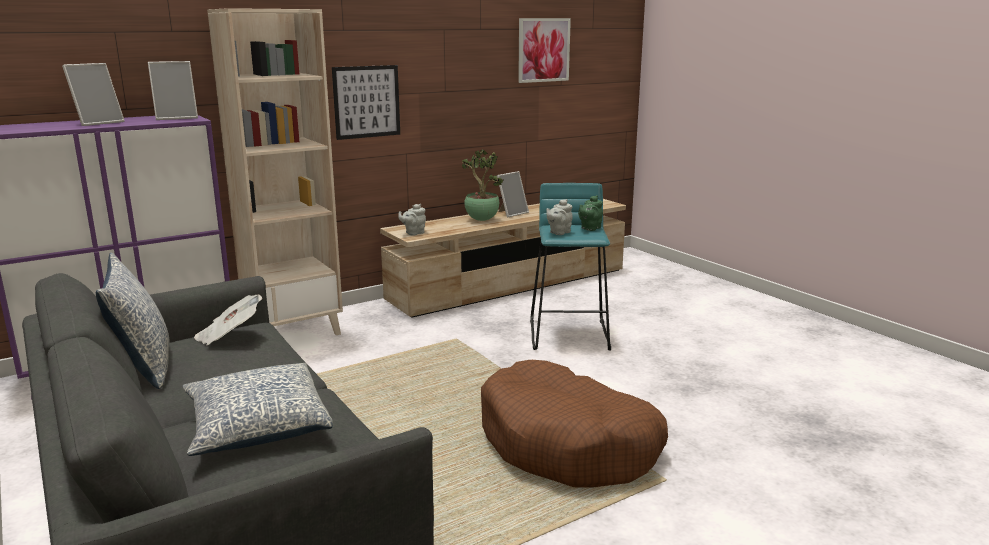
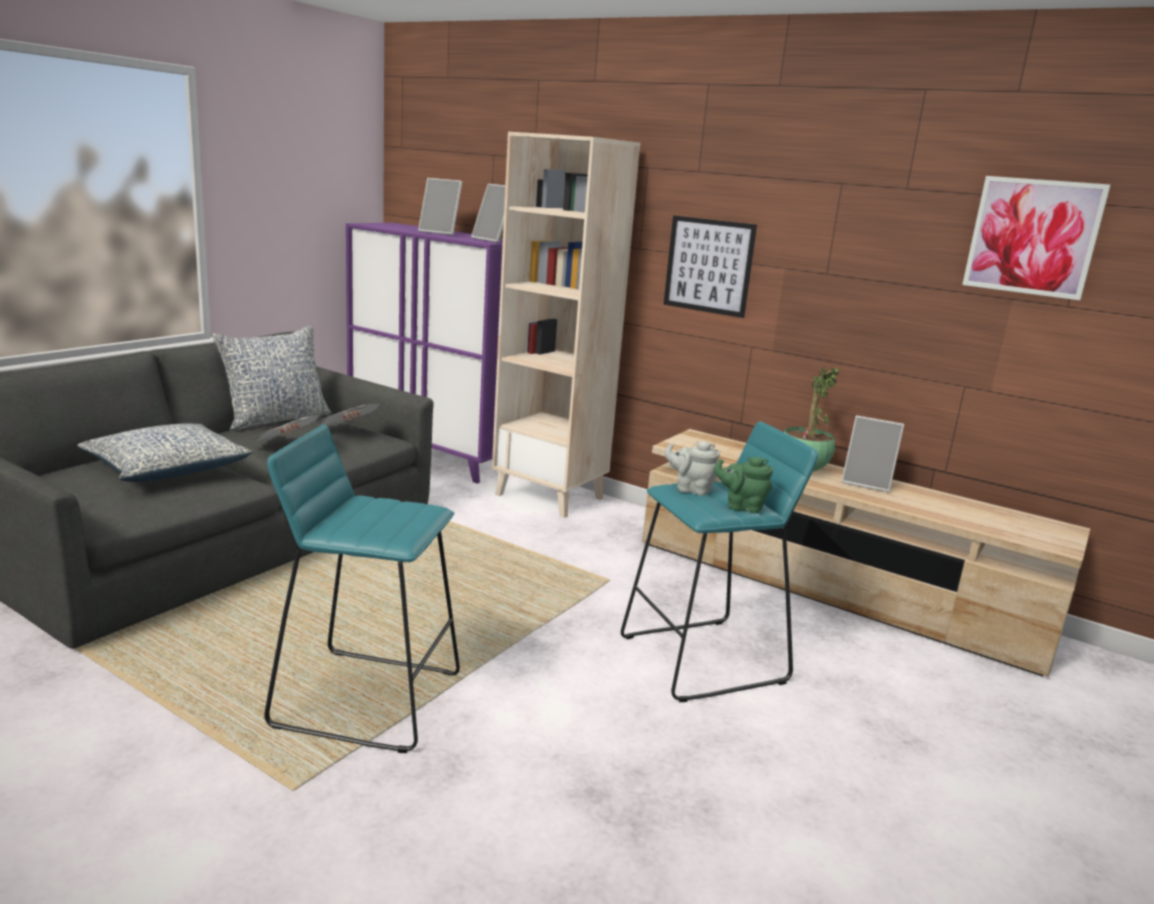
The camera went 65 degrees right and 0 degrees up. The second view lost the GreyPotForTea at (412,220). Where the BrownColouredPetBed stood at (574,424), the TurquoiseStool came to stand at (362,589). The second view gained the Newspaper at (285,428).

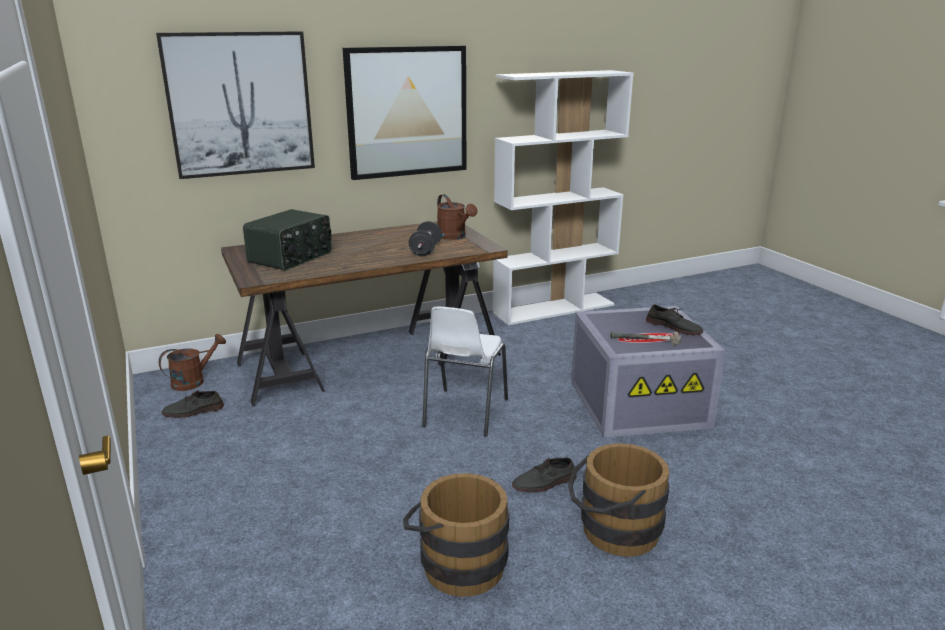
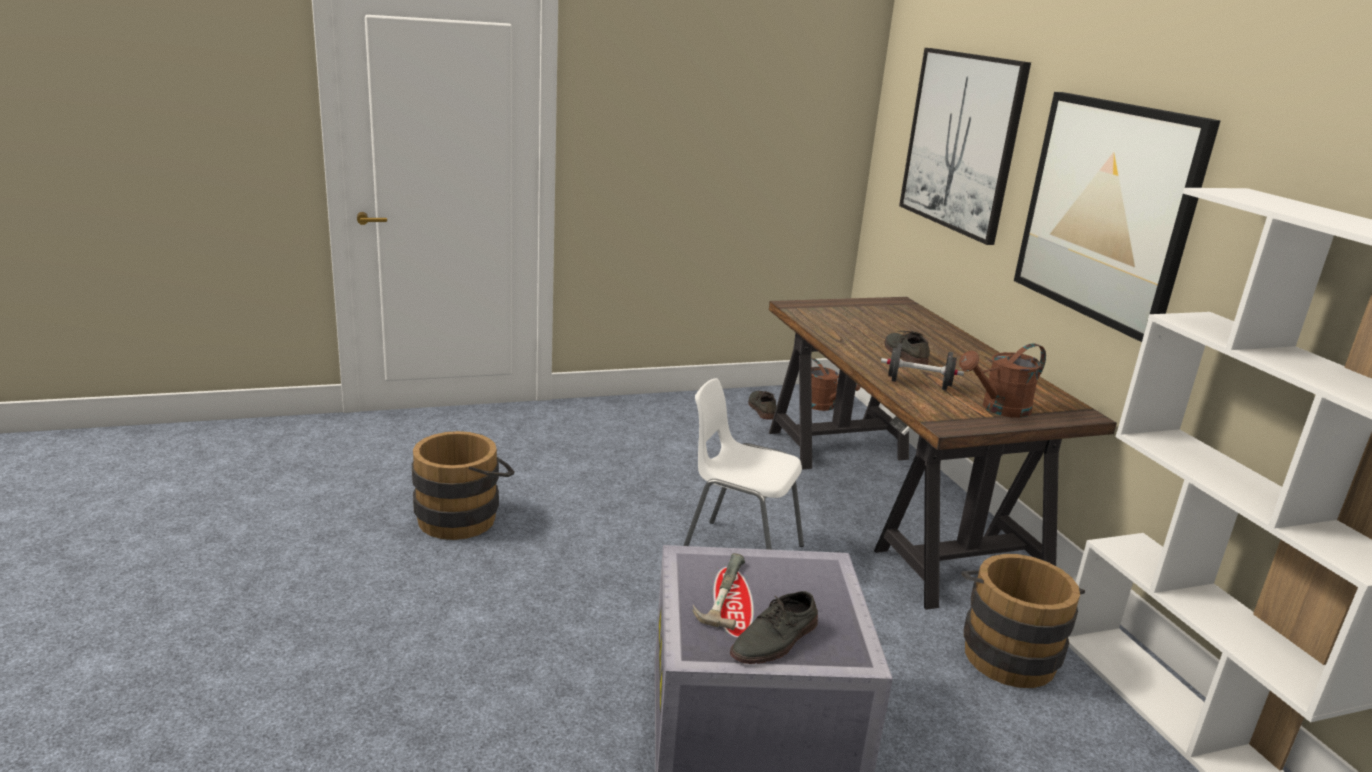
The camera went 95 degrees right and 0 degrees up. The second view lost the RadioReceiver at (287,240). The BrownColouredPail ended up elsewhere, having gone from (618,500) to (1023,621). The GreyItemOfFootwear ended up elsewhere, having gone from (544,475) to (907,348).

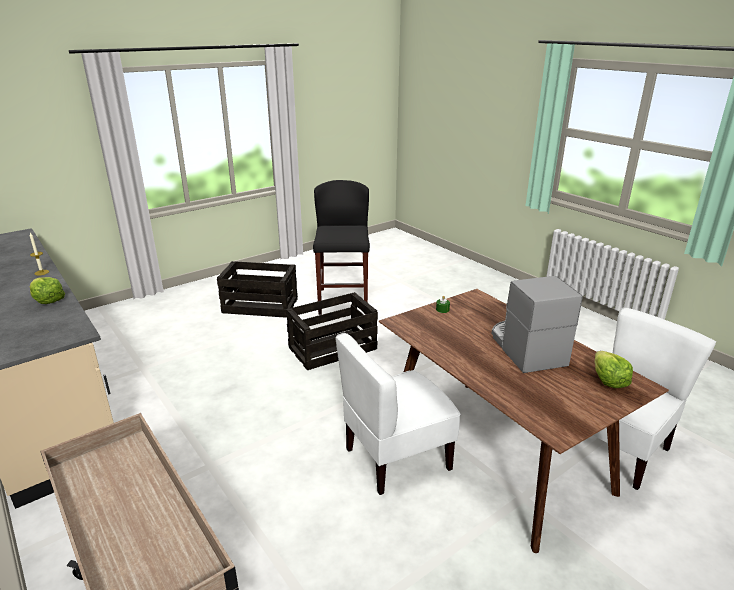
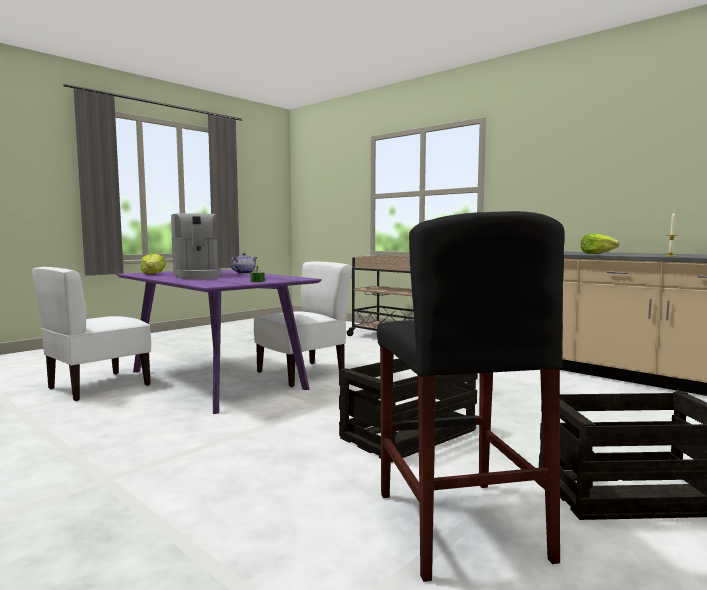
The camera went 170 degrees right and 20 degrees down. What was the BrownColouredKitchenTable at (524,421) turned into the PurplishKitchenTable at (219,341). The second view gained the PotForTea at (244,263).

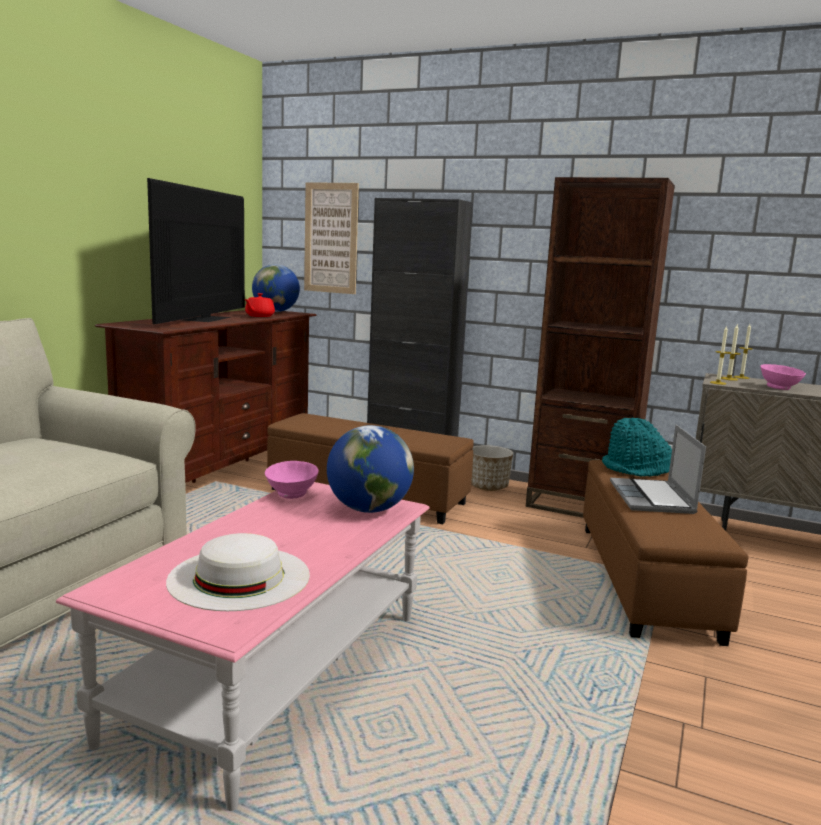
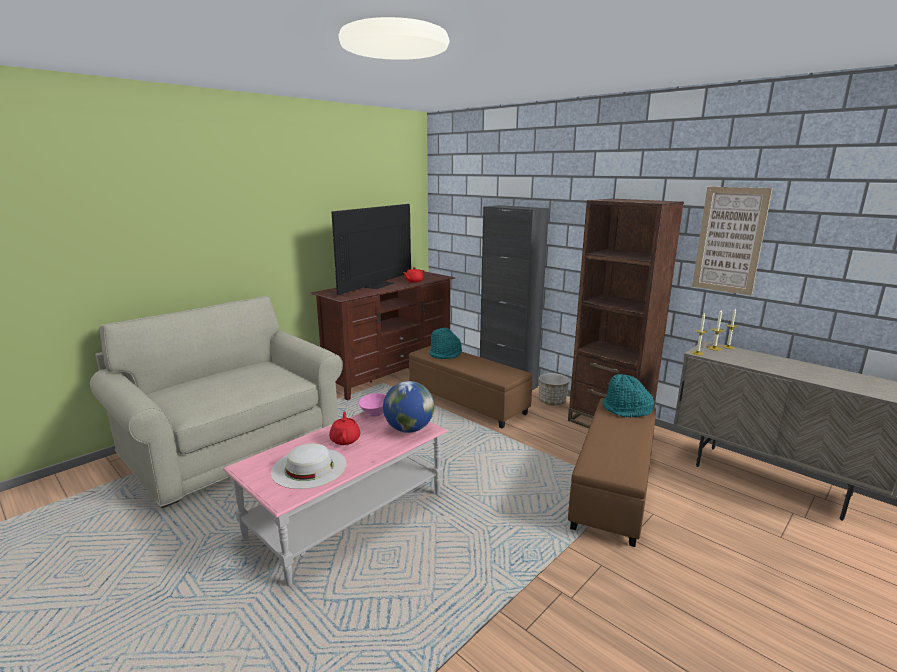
The camera went 20 degrees right and 5 degrees up. The Picture ended up elsewhere, having gone from (331,238) to (732,241). The second view lost the DeskGlobe at (276,288). The second view lost the PinkColouredServingBowl at (783,377). The second view lost the Laptop at (658,469). The second view gained the TurquoiseClothingHat at (445,343). The second view gained the ReddishPotForTea at (344,428).

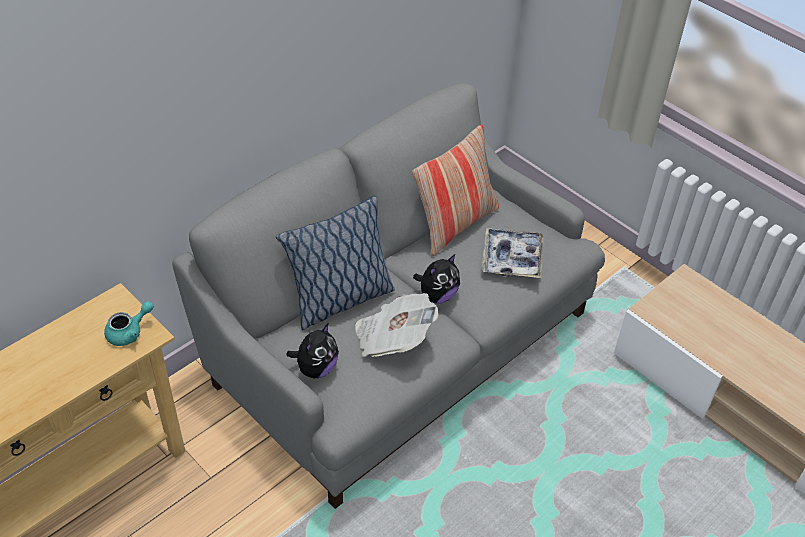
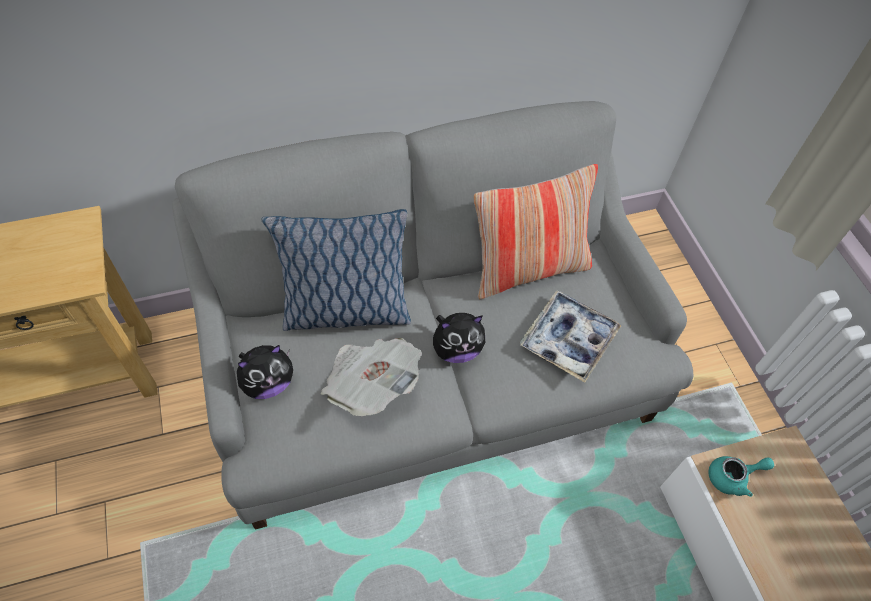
The camera went 25 degrees right and 10 degrees up. The TurquoisePotForTea ended up elsewhere, having gone from (129,323) to (741,476).

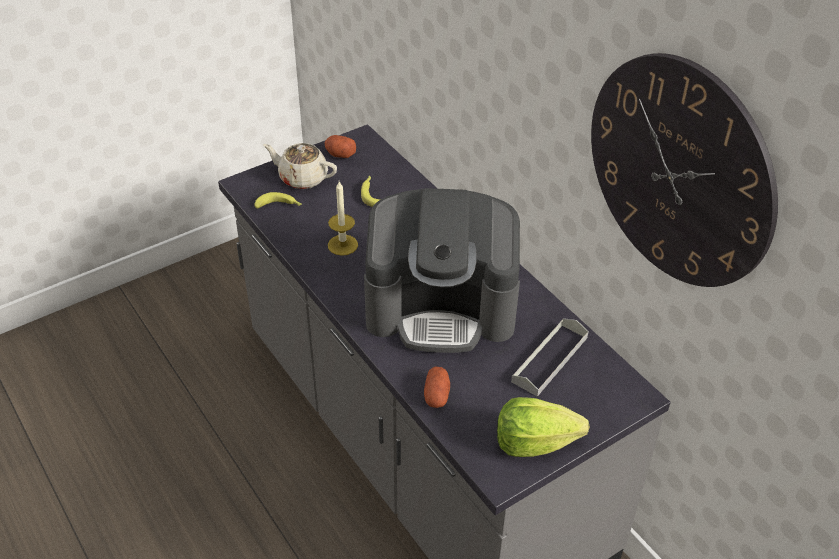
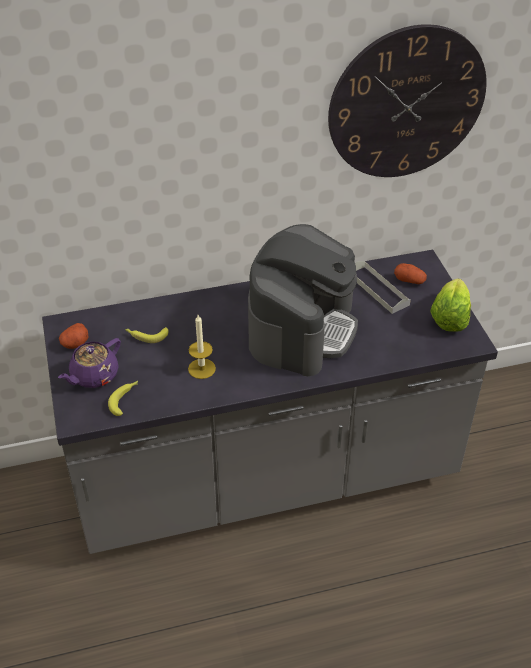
The camera went 70 degrees left and 0 degrees up. What was the SandColouredPotForTea at (300,166) turned into the PurplishPotForTea at (89,363). The Potato ended up elsewhere, having gone from (437,387) to (410,273).

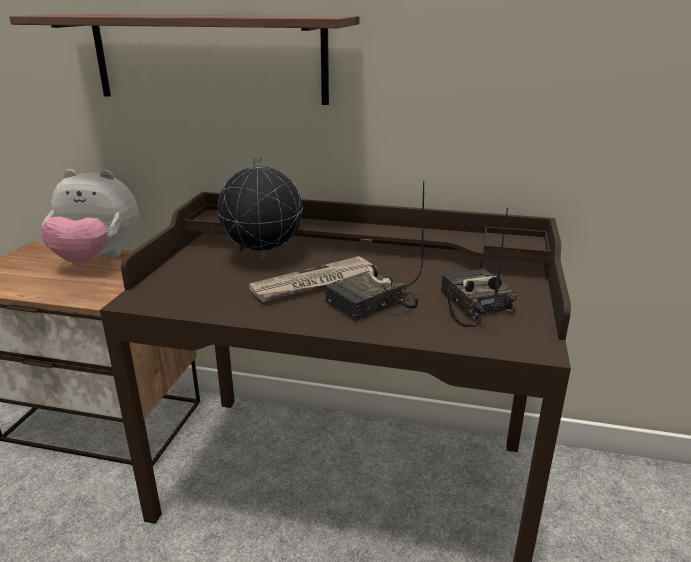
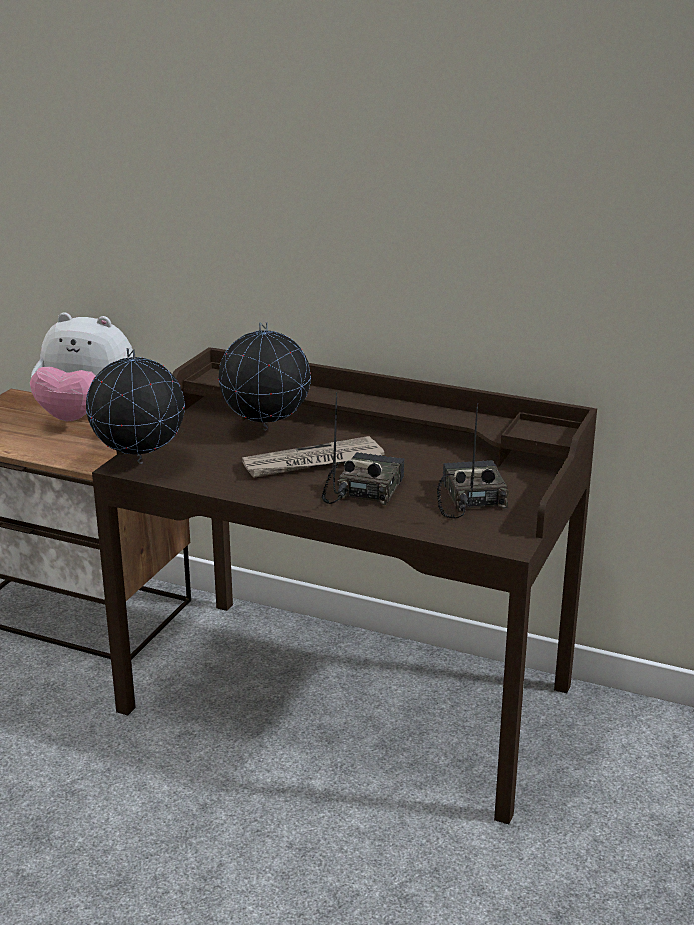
The camera went 10 degrees right and 0 degrees up. The second view lost the Shelf at (184,59). The RadioReceiver at (374,251) ended up facing another way, 135 degrees clockwise from before. The second view gained the DeskGlobe at (135,406).

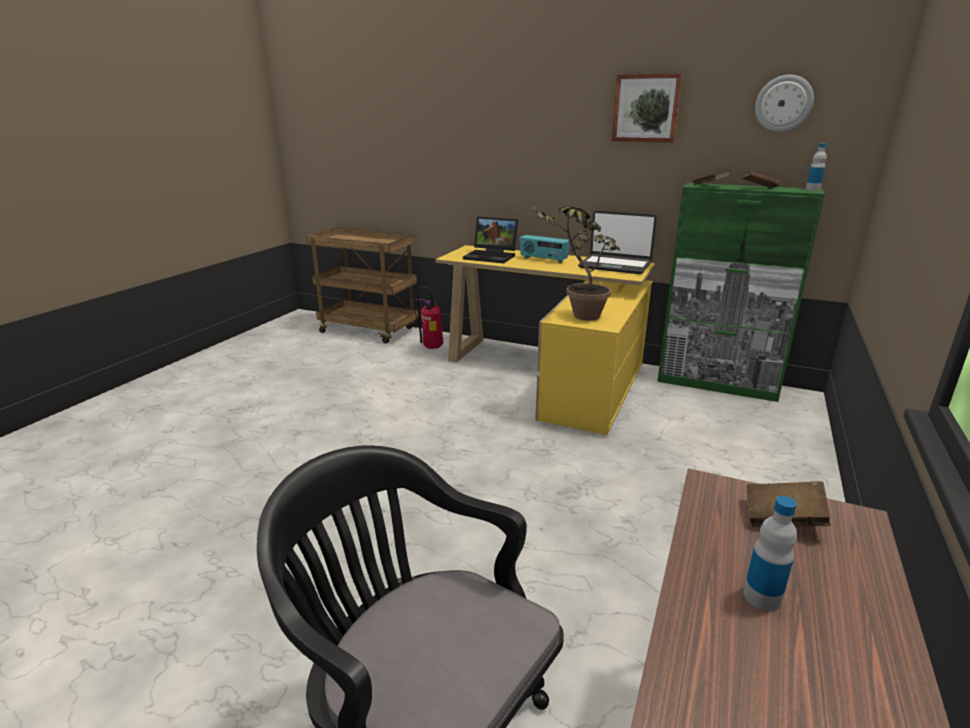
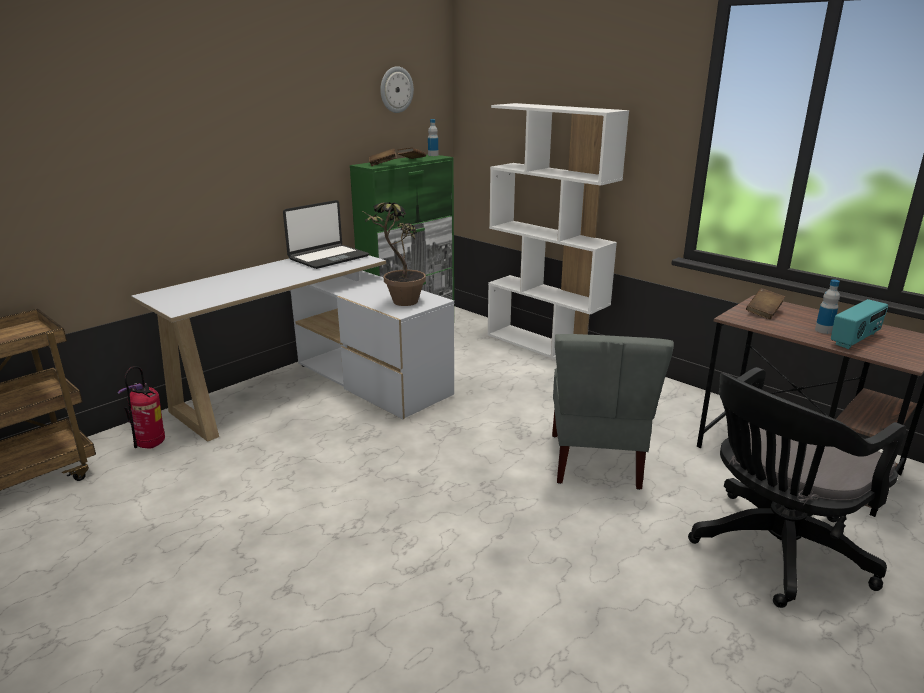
The camera went 70 degrees left and 0 degrees up. The second view lost the Picture at (647,107). The second view lost the Laptop at (490,240). The RadioReceiver ended up elsewhere, having gone from (544,249) to (859,324). What was the YellowishDesk at (545,340) turned into the WhiteDesk at (292,348). The second view gained the WhiteShelvingUnit at (558,231). The second view gained the GreyChair at (613,412).

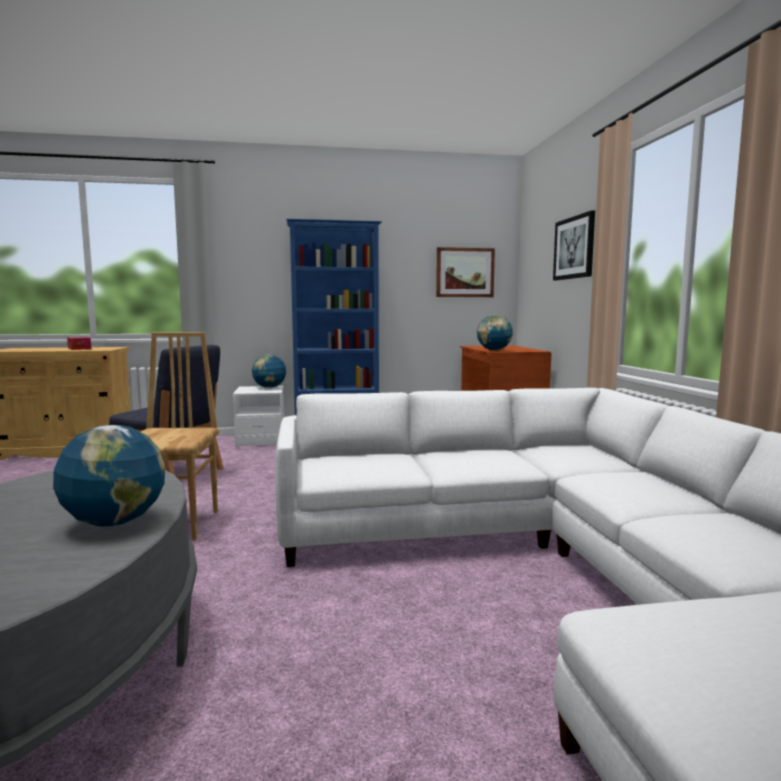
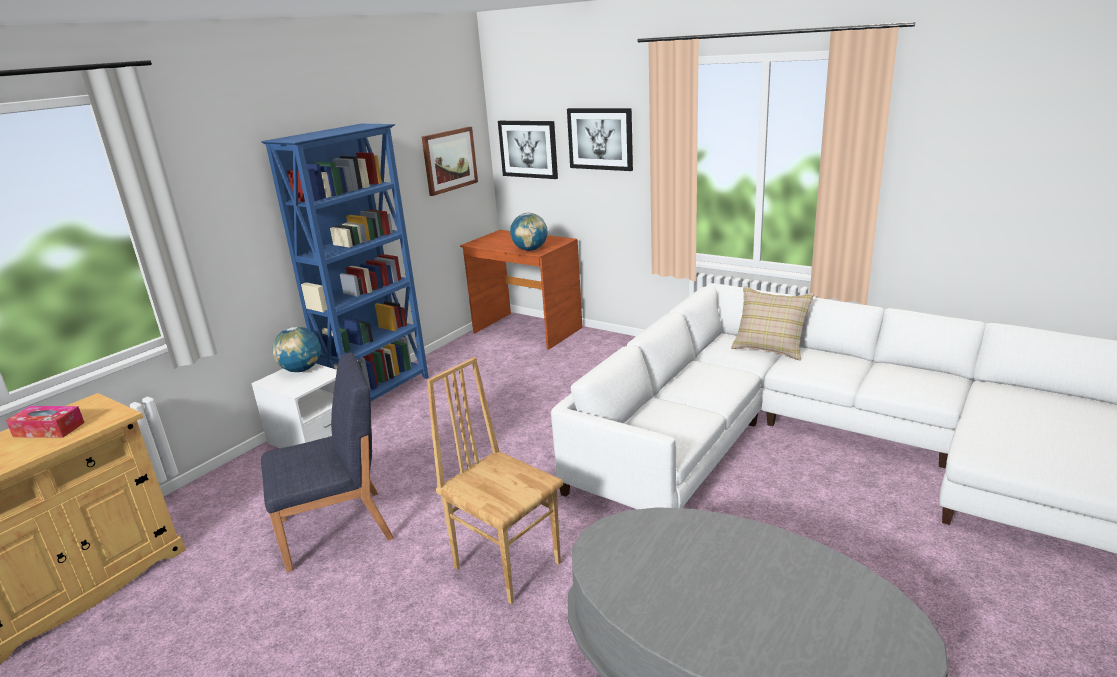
The camera went 45 degrees left and 15 degrees up. The second view lost the DeskGlobe at (109,476). The second view gained the Picture at (528,150). The second view gained the SandColouredCushion at (772,323).

